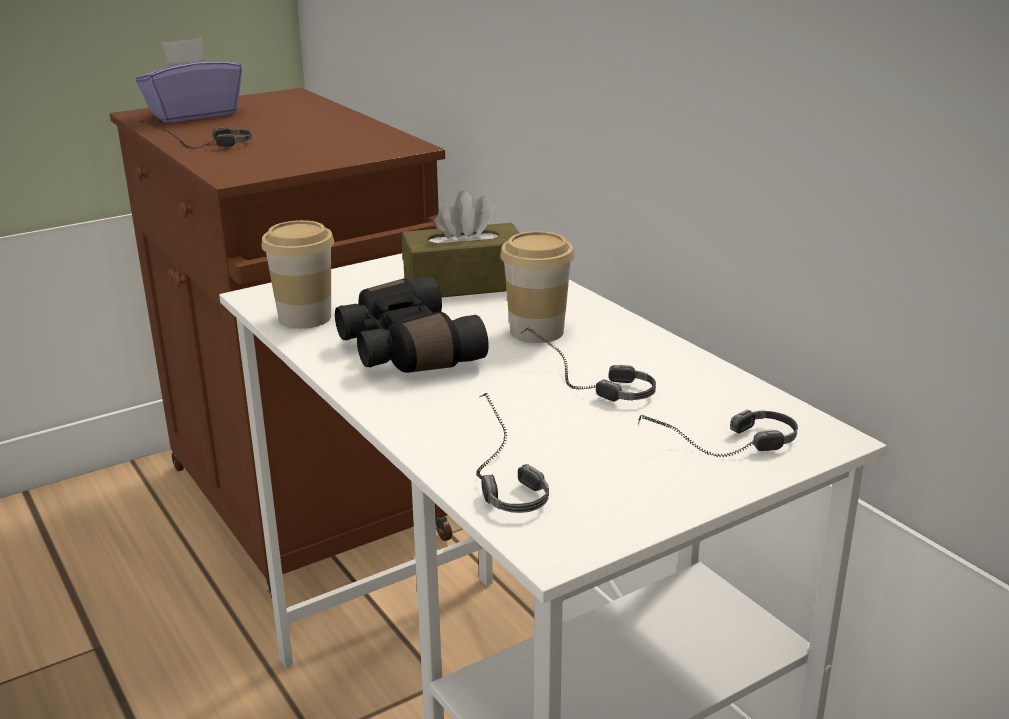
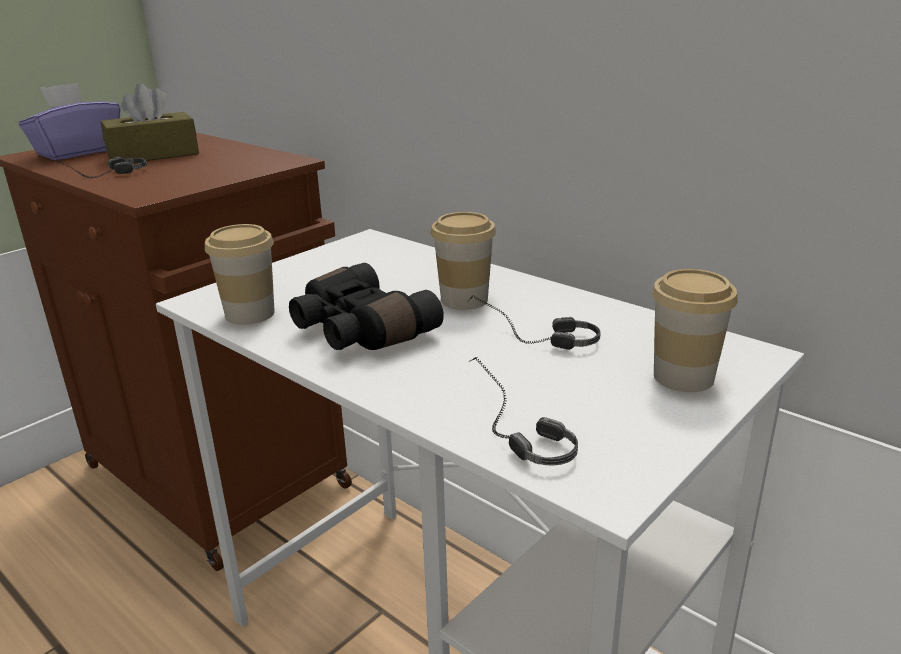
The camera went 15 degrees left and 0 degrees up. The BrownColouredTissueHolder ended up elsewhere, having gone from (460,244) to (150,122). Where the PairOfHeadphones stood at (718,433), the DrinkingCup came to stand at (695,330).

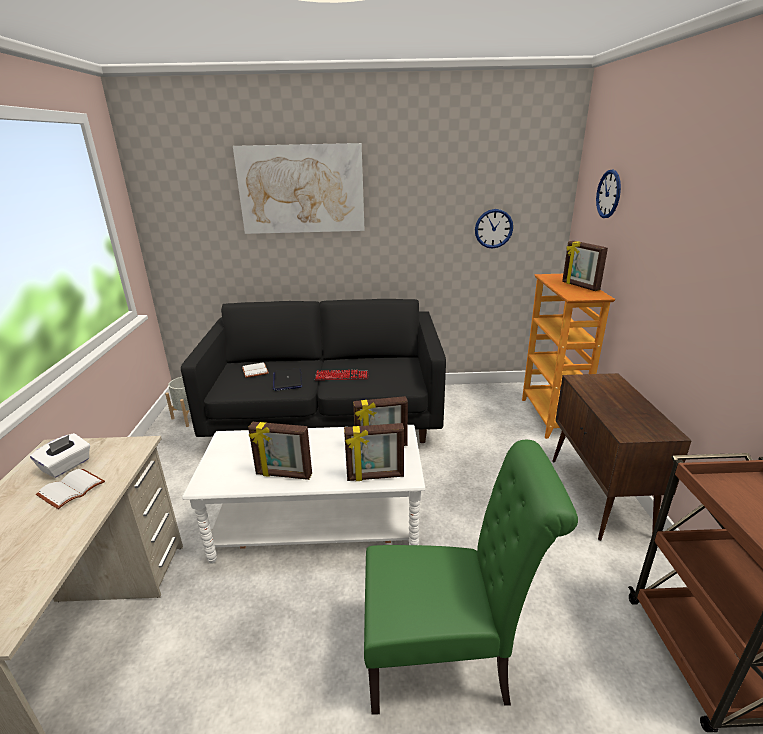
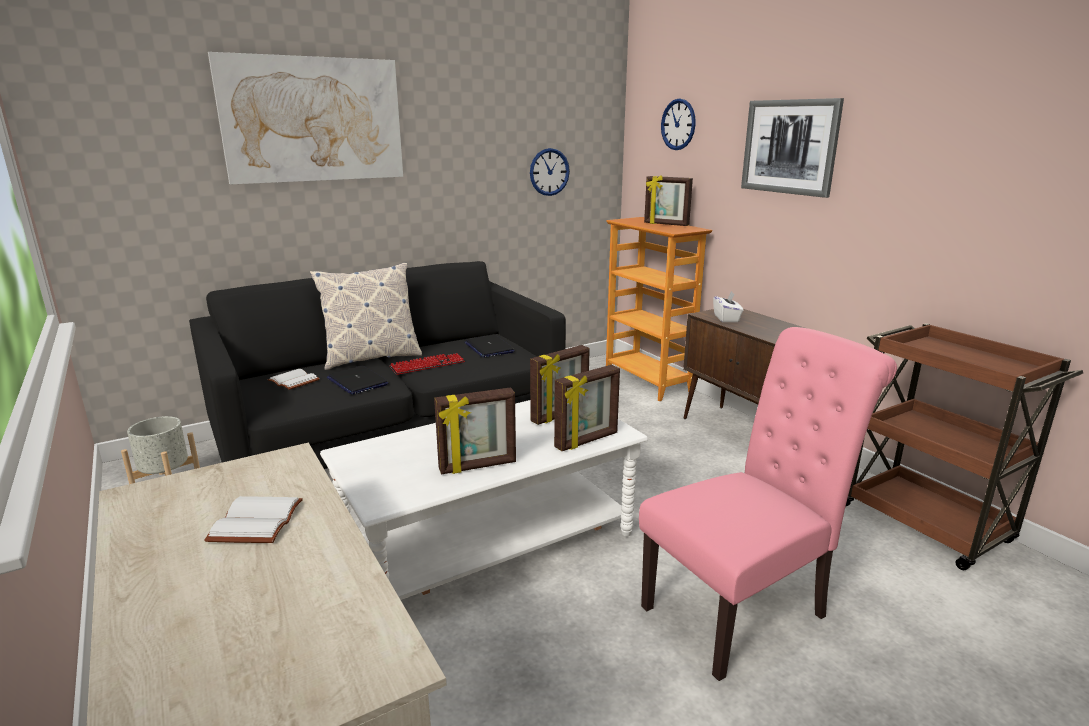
The camera went 30 degrees left and 5 degrees down. The WhiteTissueHolder ended up elsewhere, having gone from (60,455) to (728,306). What was the GreenColouredChair at (471,577) turned into the PinkColouredChair at (768,504). The second view gained the Picture at (792,148). The second view gained the Cushion at (366,316). The second view gained the Laptop at (489,346).

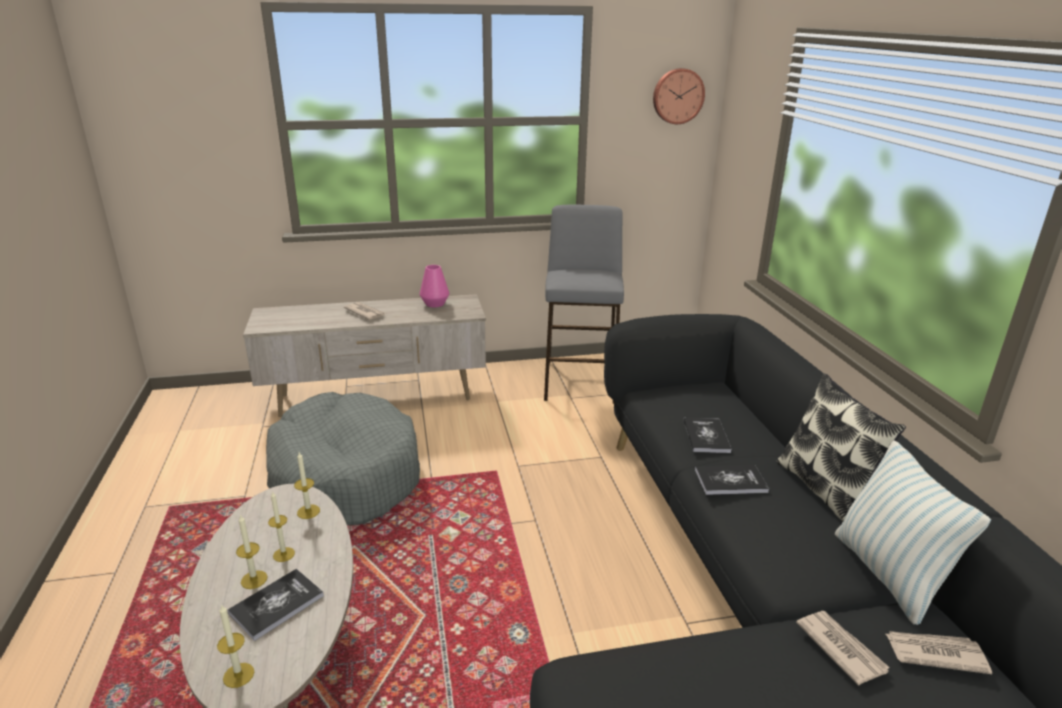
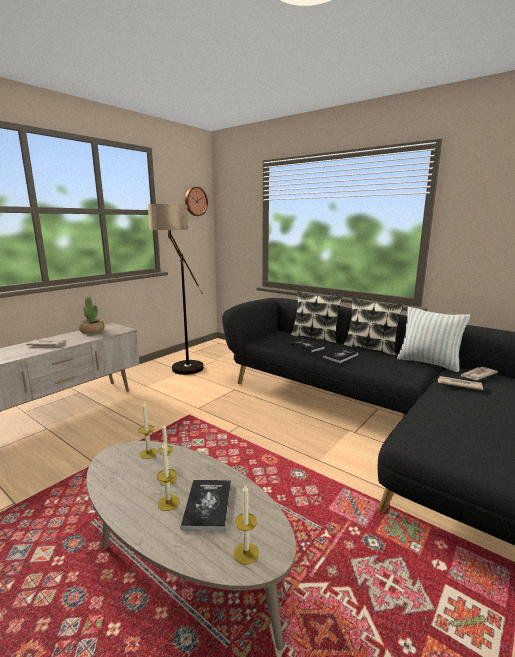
The camera went 40 degrees left and 10 degrees down. Where the GreyStool stood at (584,304), the StandingLamp came to stand at (176,289). Where the PinkColouredDecorativeVase stood at (434,286), the PottedPlant came to stand at (91,315). The second view lost the GreyPetBed at (343,458). The second view gained the Cushion at (316,317).

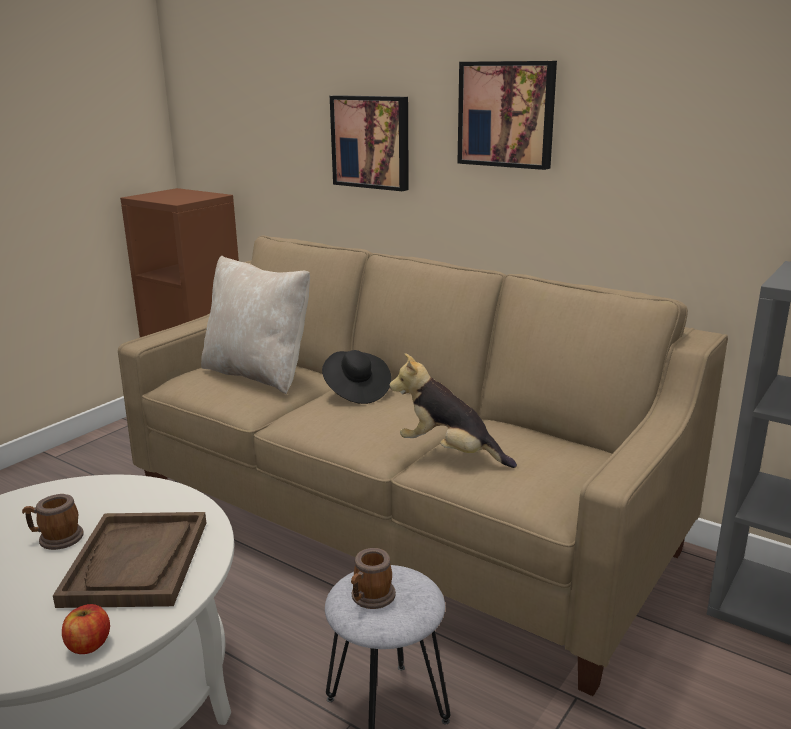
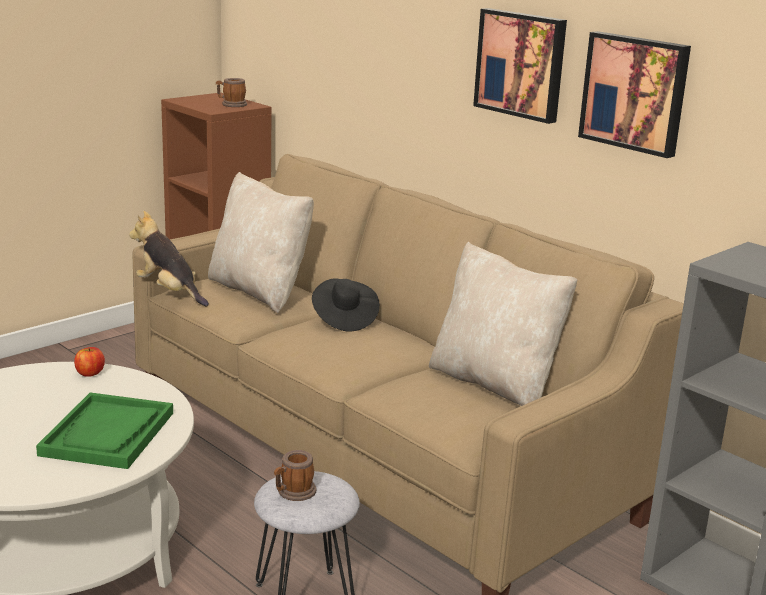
The camera went 10 degrees right and 0 degrees up. The Picture ended up elsewhere, having gone from (369,143) to (634,94). The SoftToy ended up elsewhere, having gone from (453,410) to (169,259). The Mug ended up elsewhere, having gone from (53,522) to (231,92). What was the BrownColouredServingTray at (129,560) turned into the GreenColouredServingTray at (104,430). The AppleFruit ended up elsewhere, having gone from (86,629) to (89,362). The second view gained the SandColouredCushion at (503,324).

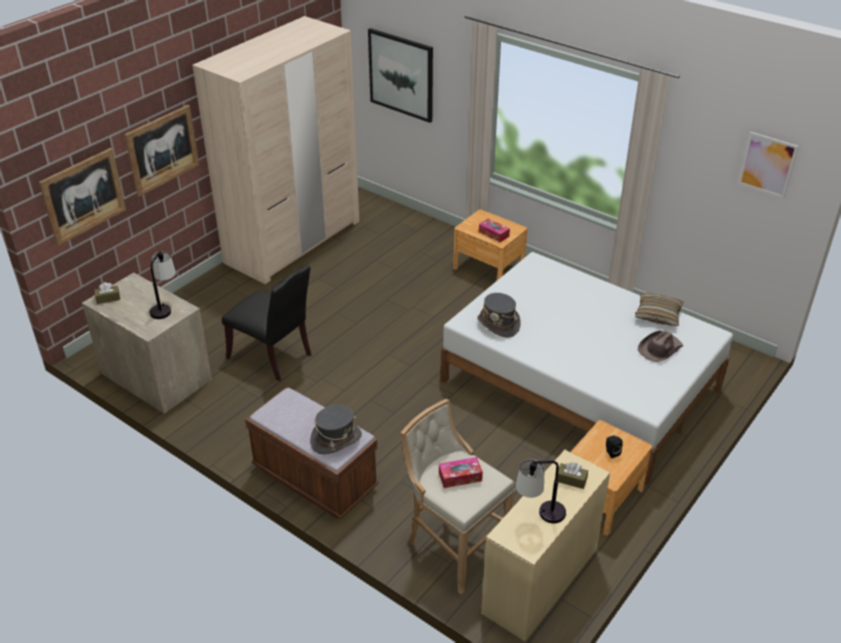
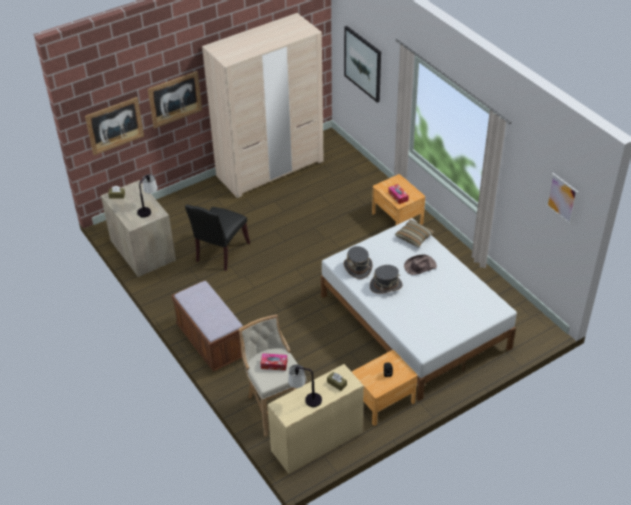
The camera went 20 degrees right and 5 degrees up. The BlackChair at (267,323) ended up facing another way, 60 degrees clockwise from before. The Cushion ended up elsewhere, having gone from (659,309) to (414,233). The BrownColouredClothingHat ended up elsewhere, having gone from (660,346) to (420,265). The GreyClothingHat ended up elsewhere, having gone from (336,429) to (386,279).

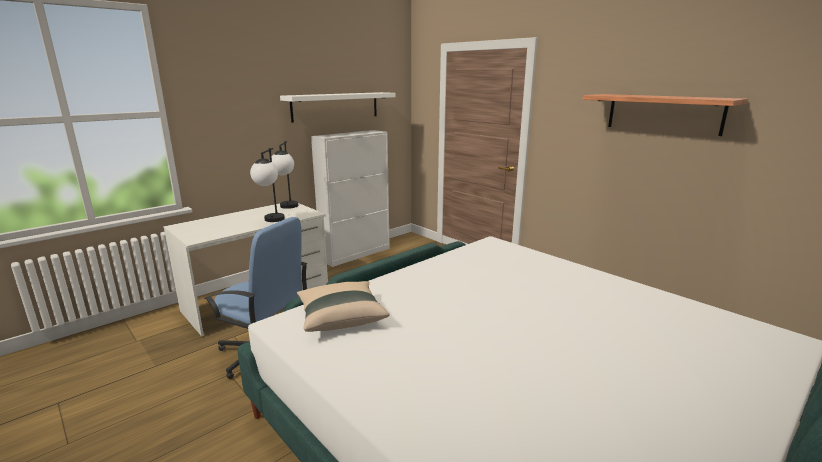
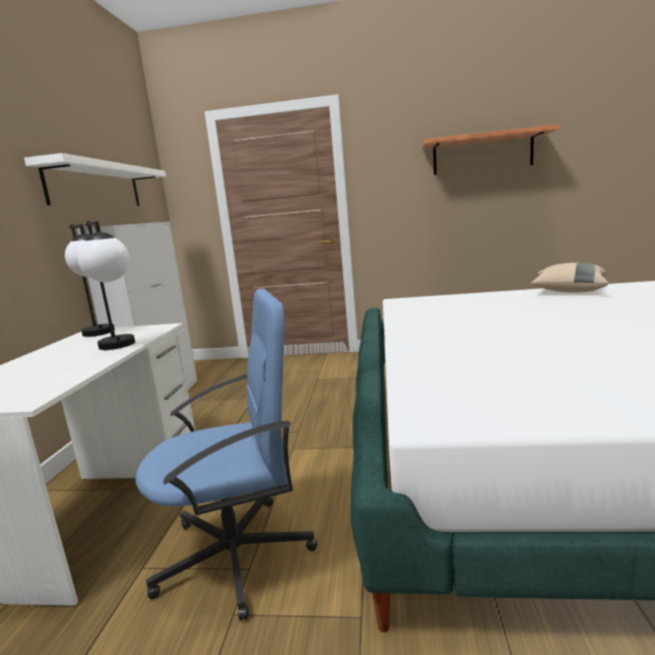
The camera went 40 degrees left and 5 degrees down. The SandColouredCushion ended up elsewhere, having gone from (343,306) to (570,278).

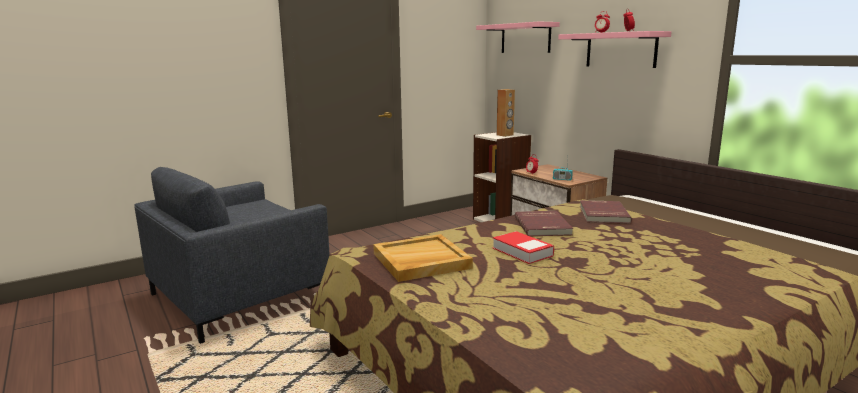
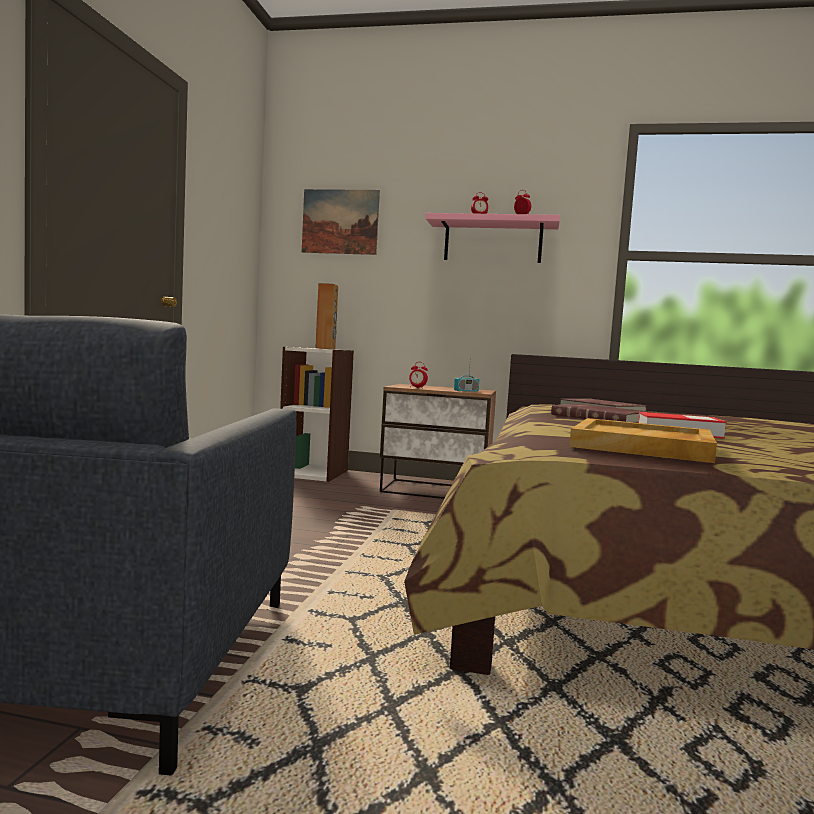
The camera went 45 degrees left and 10 degrees down. Where the PinkColouredShelf hung at (518,37), the Picture came to hang at (341,222).

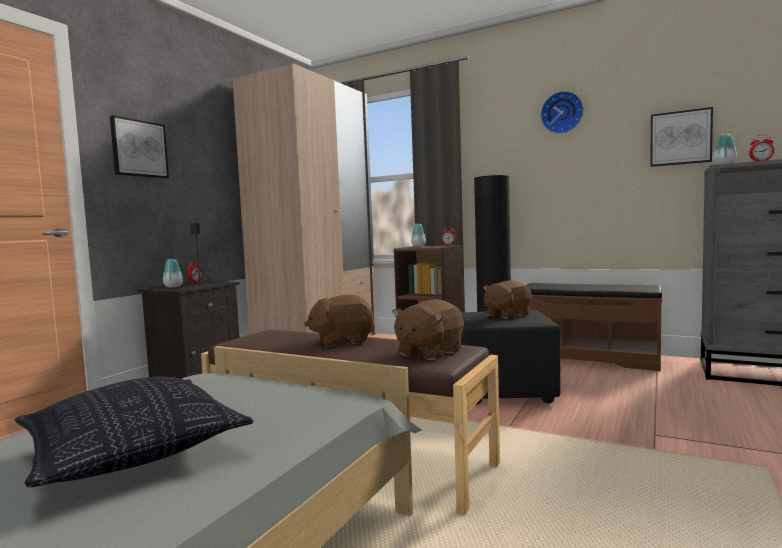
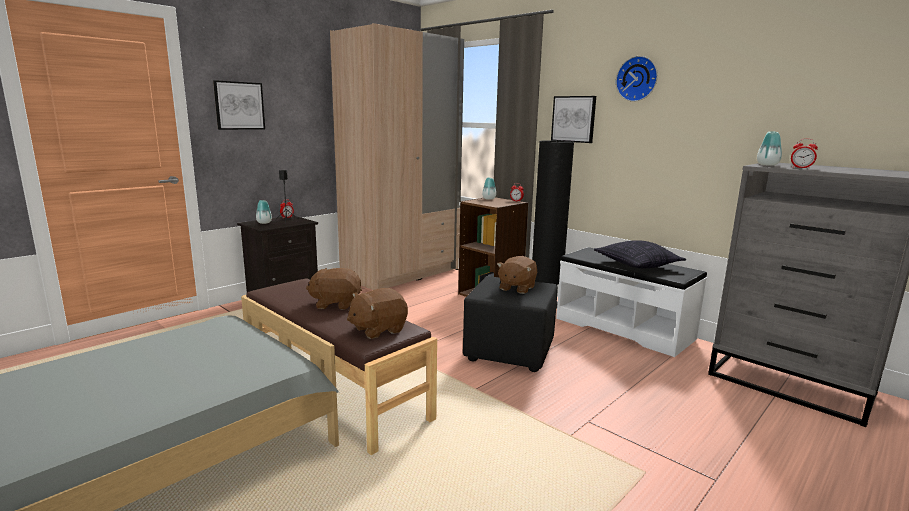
The camera went 15 degrees right and 10 degrees up. The Picture ended up elsewhere, having gone from (681,137) to (573,119). The BrownColouredSoftToy at (507,299) ended up facing another way, 45 degrees counterclockwise from before. What was the BrownColouredBench at (594,327) turned into the WhiteBench at (631,302). The Cushion ended up elsewhere, having gone from (134,431) to (640,254).

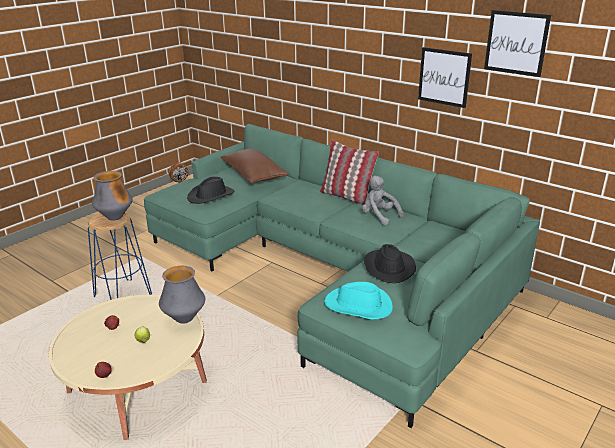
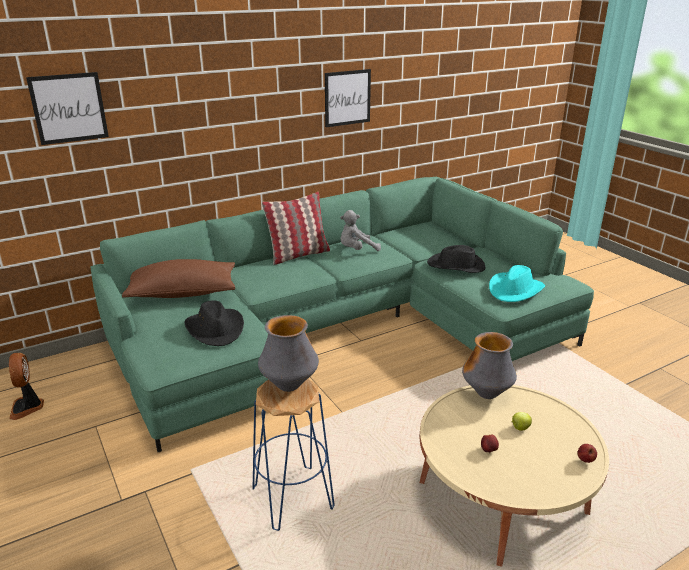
The camera went 70 degrees left and 0 degrees up. The Picture ended up elsewhere, having gone from (517,43) to (67,108).

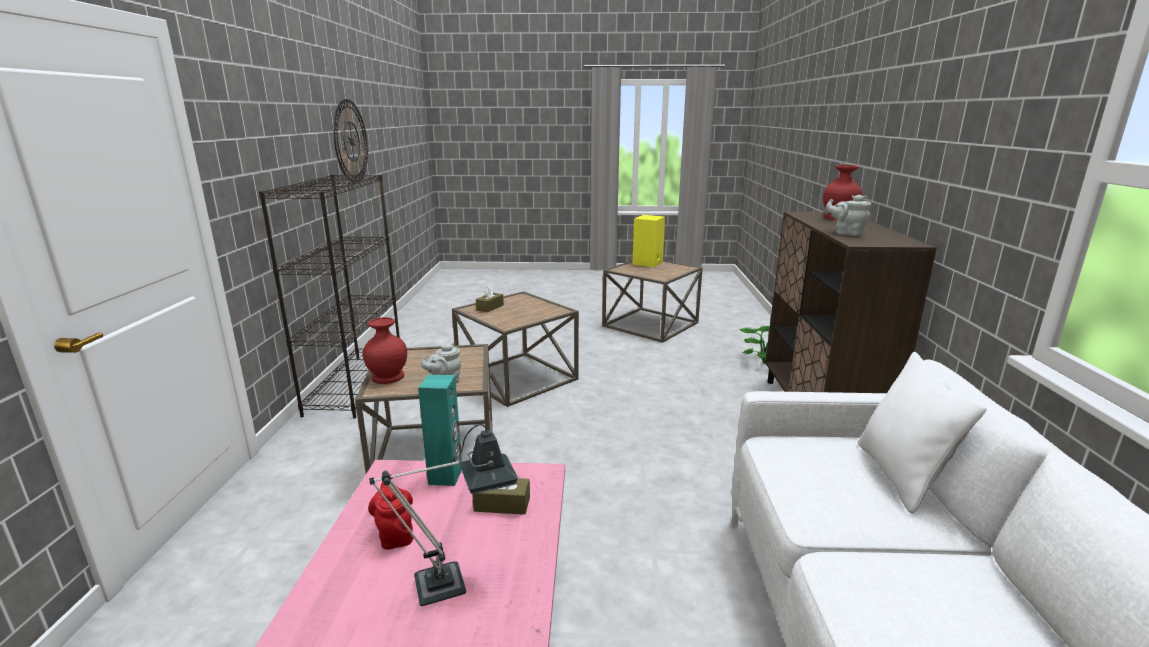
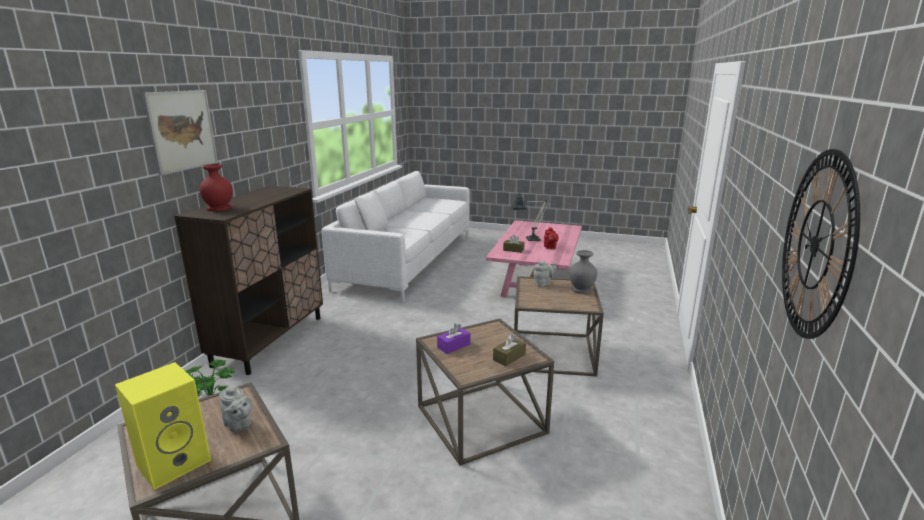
The camera went 165 degrees left and 0 degrees up. The second view lost the BlackShelvingUnit at (329,296). The GreyPotForTea ended up elsewhere, having gone from (848,215) to (236,408). What was the ReddishDecorativeVase at (385,350) turned into the GreyDecorativeVase at (583,272). The second view lost the TurquoiseAudioSpeaker at (440,430). The second view gained the Picture at (180,132). The second view gained the PurplishTissueHolder at (454,338).

